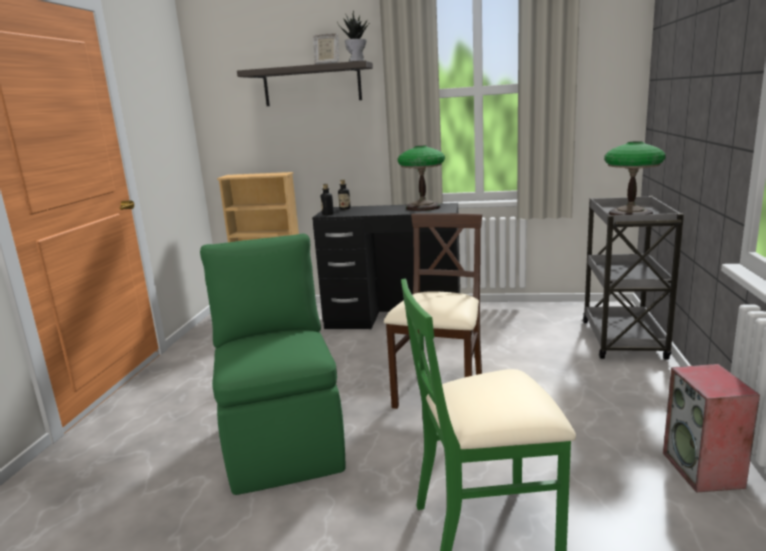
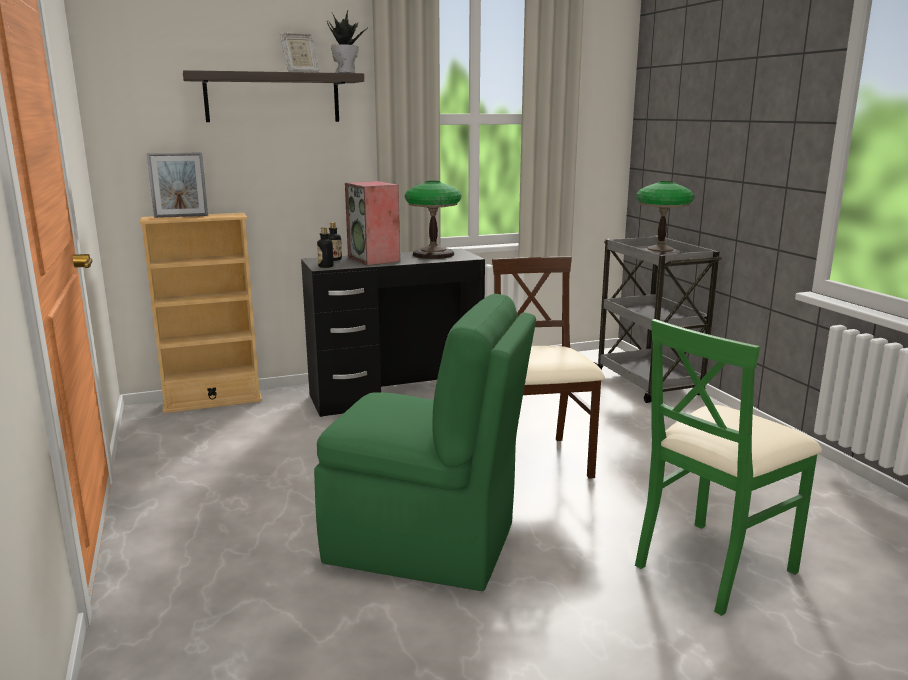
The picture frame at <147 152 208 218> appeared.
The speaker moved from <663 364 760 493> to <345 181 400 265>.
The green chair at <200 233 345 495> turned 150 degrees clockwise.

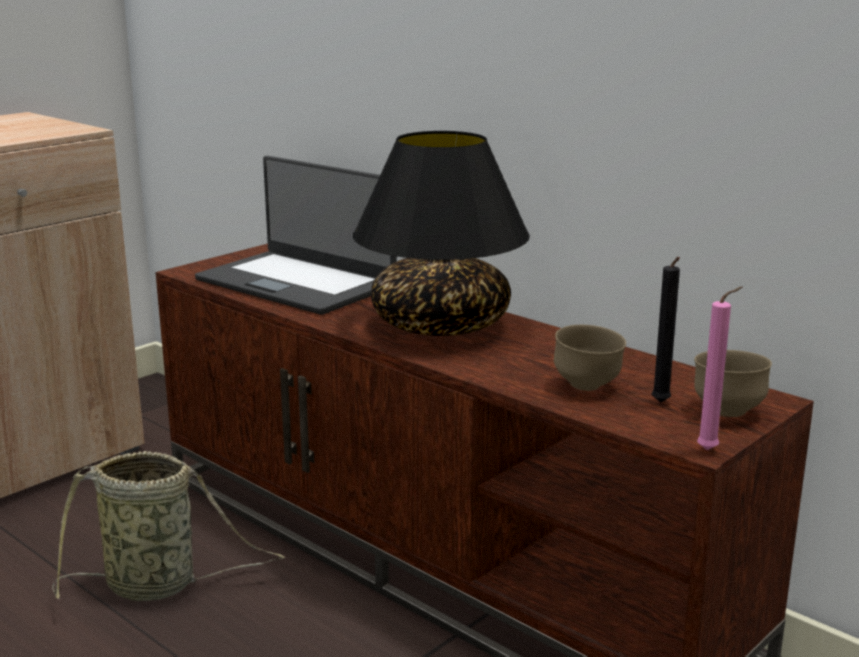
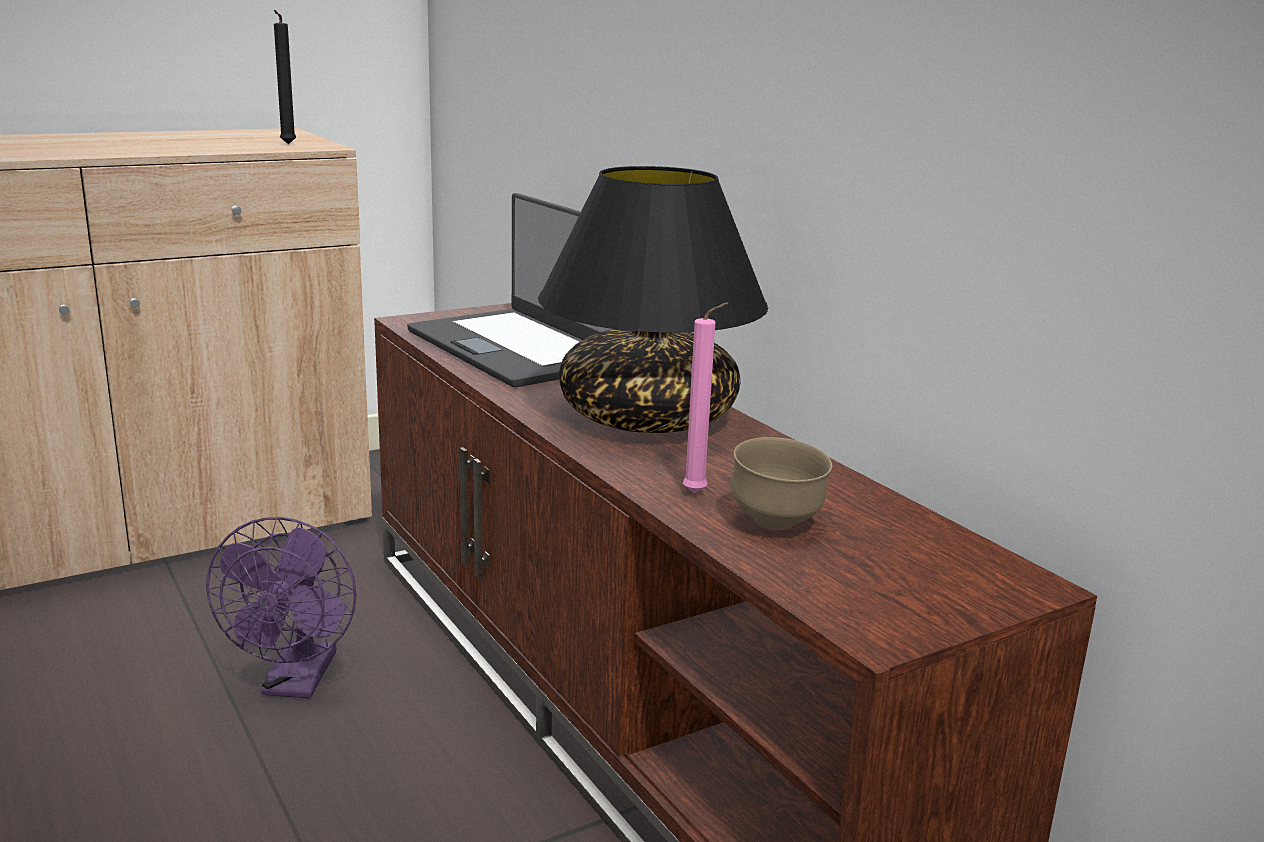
The brown bowl at <694 350 772 417> disappeared.
The black candle moved from <652 257 680 403> to <274 10 296 144>.
The pink candle moved from <697 286 743 450> to <683 303 728 493>.
The basket at <52 451 285 601> was replaced by the purple fan at <206 517 357 698>.

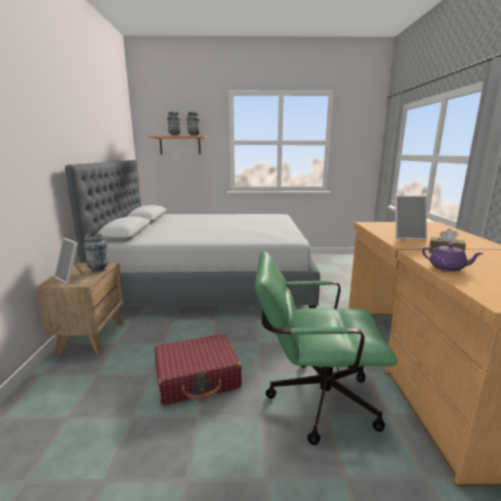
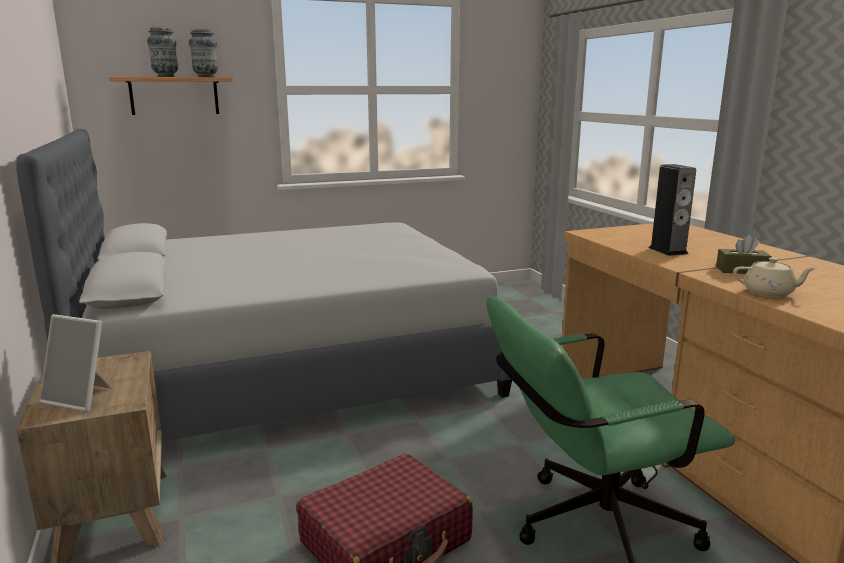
The vase at <83 233 109 272> disappeared.
The picture frame at <395 196 427 240> was replaced by the speaker at <649 164 696 256>.
The purple teapot at <422 243 484 271> became the beige teapot at <733 257 817 297>.

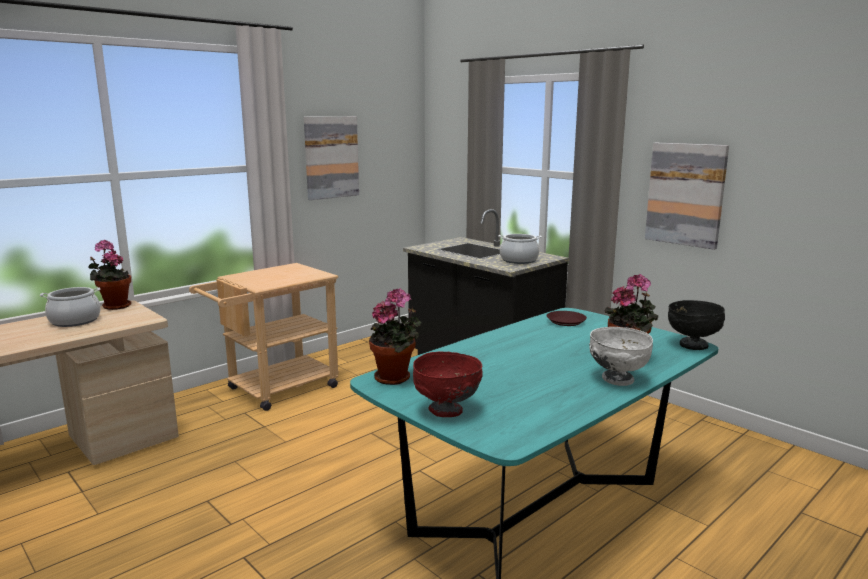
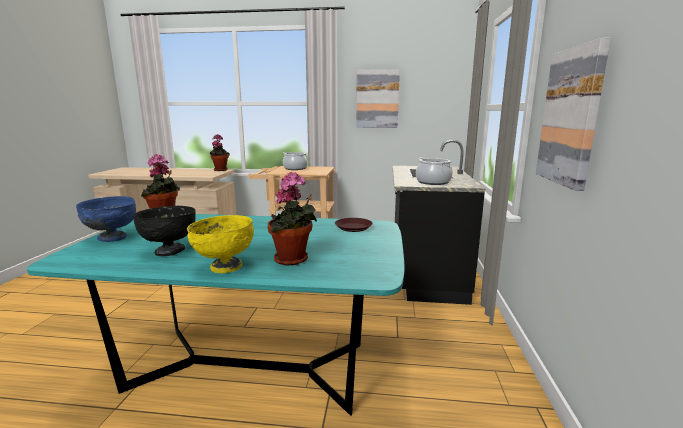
The cooking pot moved from <40 287 101 327> to <283 152 308 170>.
The black bowl moved from <668 300 725 350> to <133 206 196 256>.
The red bowl at <413 352 483 417> became the blue bowl at <76 196 136 242>.
The white bowl at <589 327 653 386> became the yellow bowl at <187 215 254 273>.

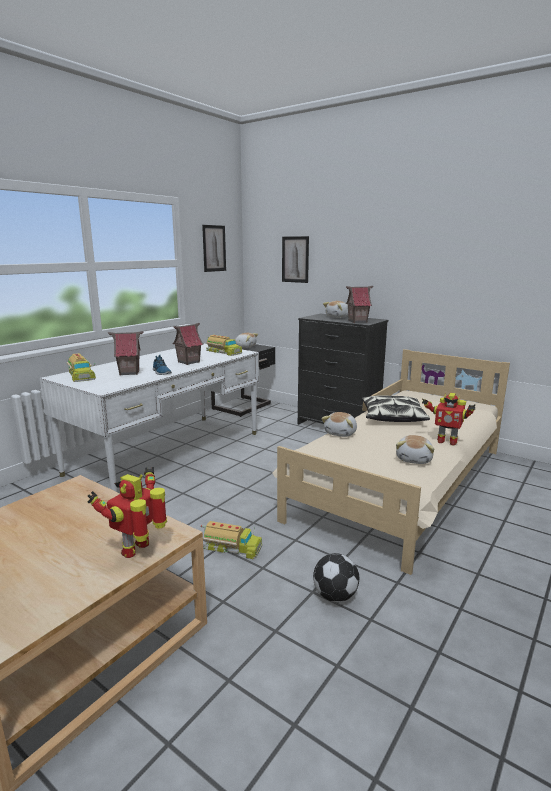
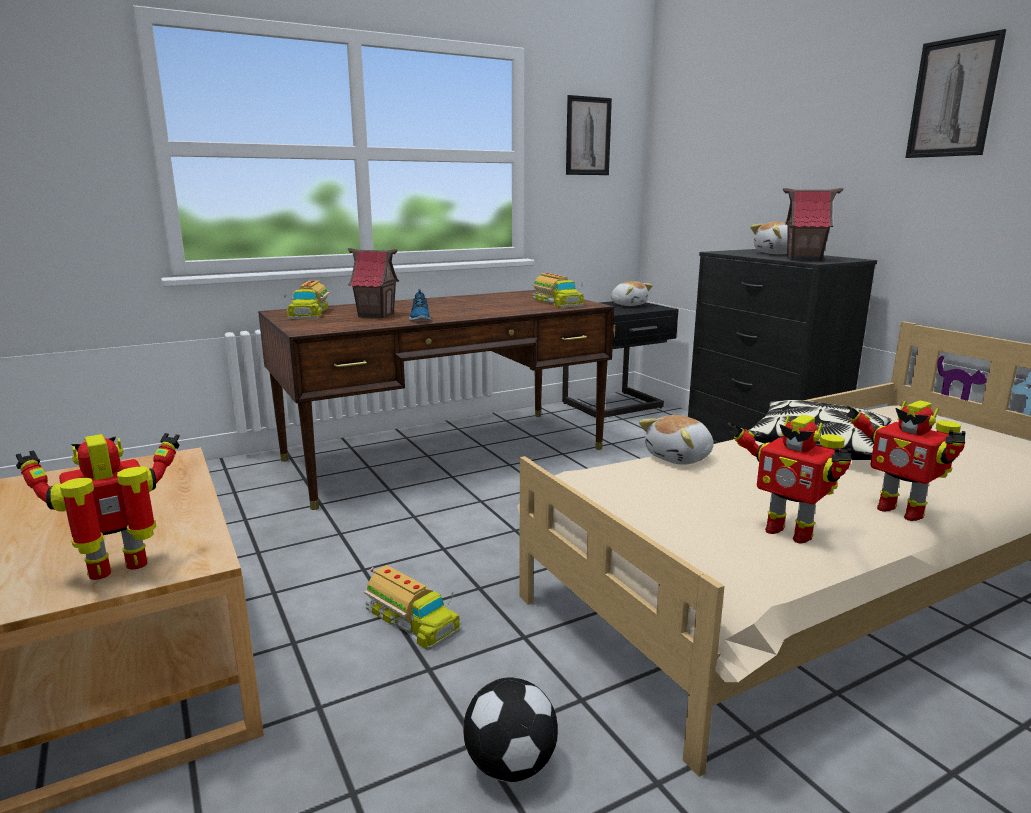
The toy house at <172 323 203 365> disappeared.
The picture moved from <282 236 309 283> to <905 29 1006 158>.
The plush toy at <396 435 434 464> was replaced by the toy robot at <730 415 851 543>.
The white desk at <40 343 259 492> became the brown desk at <258 290 614 510>.

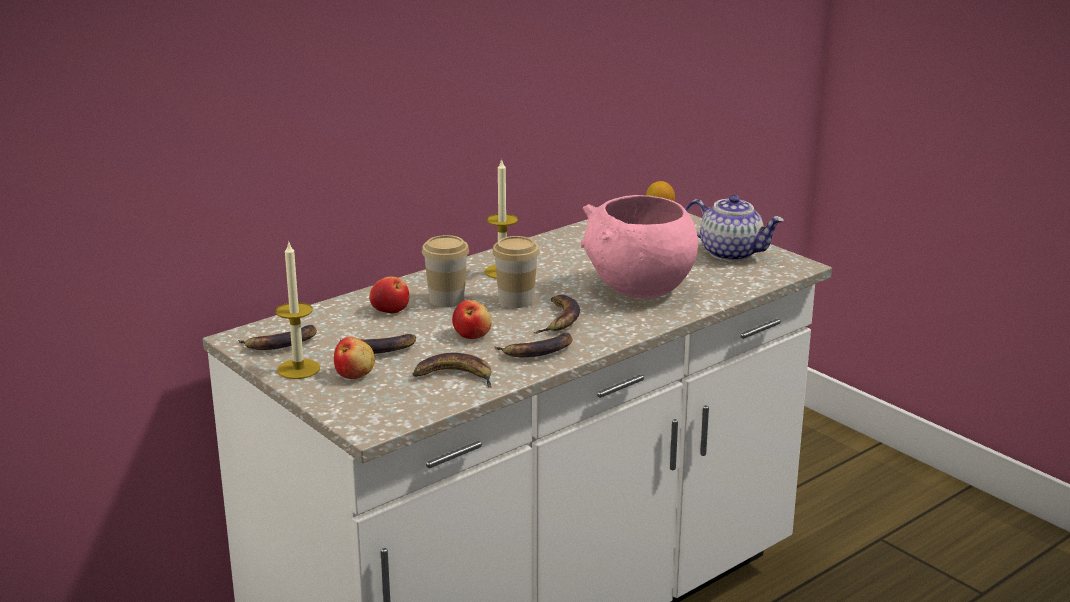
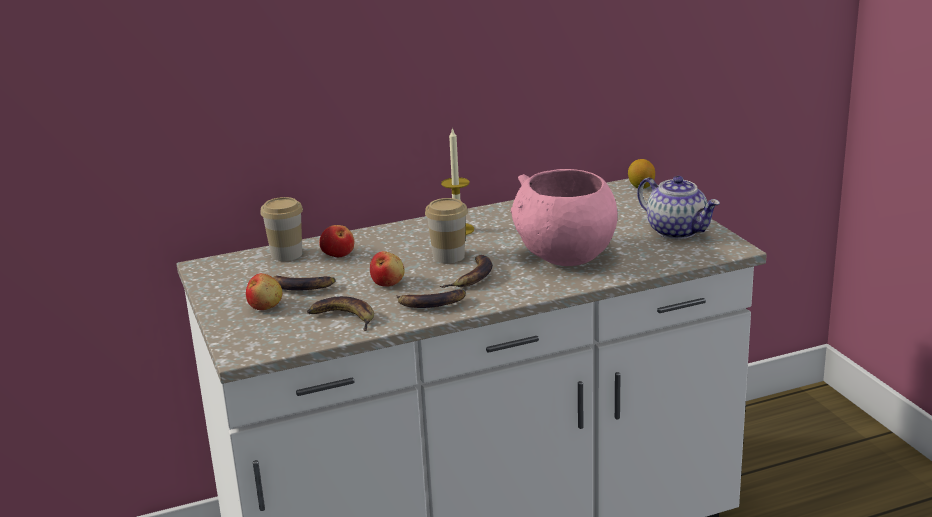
The banana at <238 325 317 350> disappeared.
The candle at <276 240 320 379> disappeared.
The cup moved from <422 235 469 307> to <260 197 303 261>.

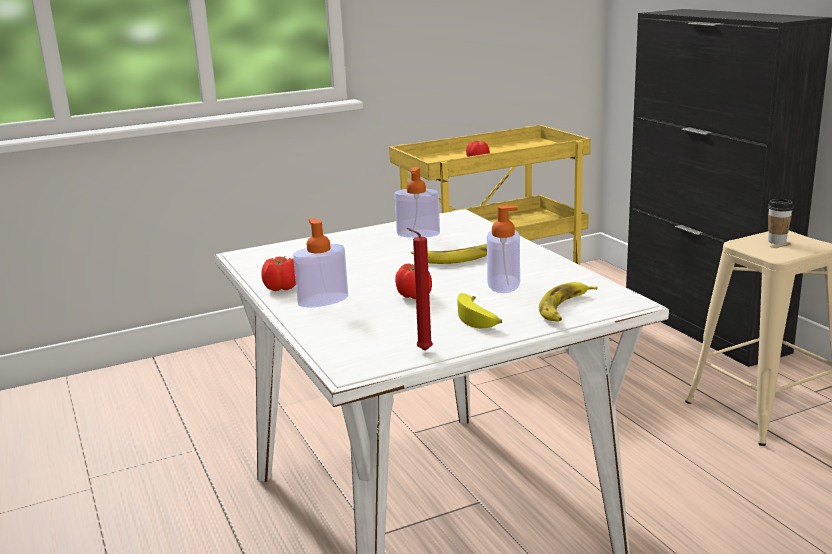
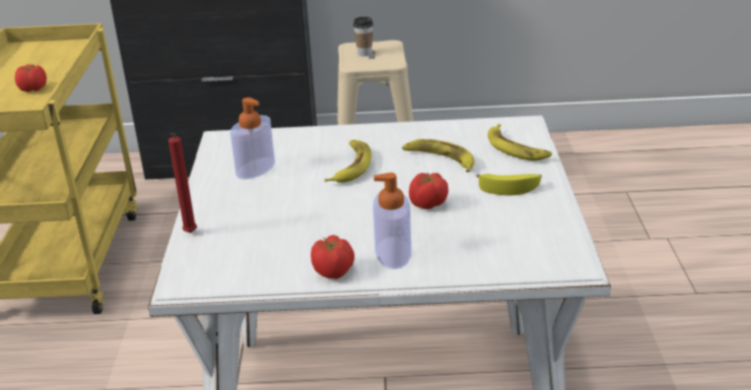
The red candle moved from <407 228 433 351> to <168 133 197 233>.
The soap dispenser at <487 205 520 293> was replaced by the banana at <402 139 475 172>.

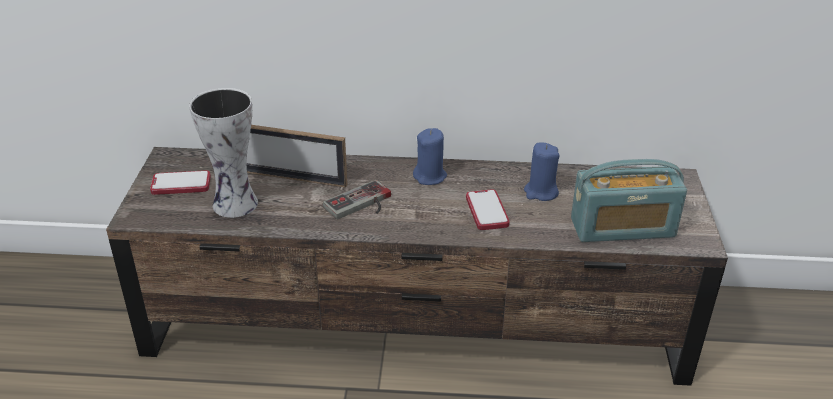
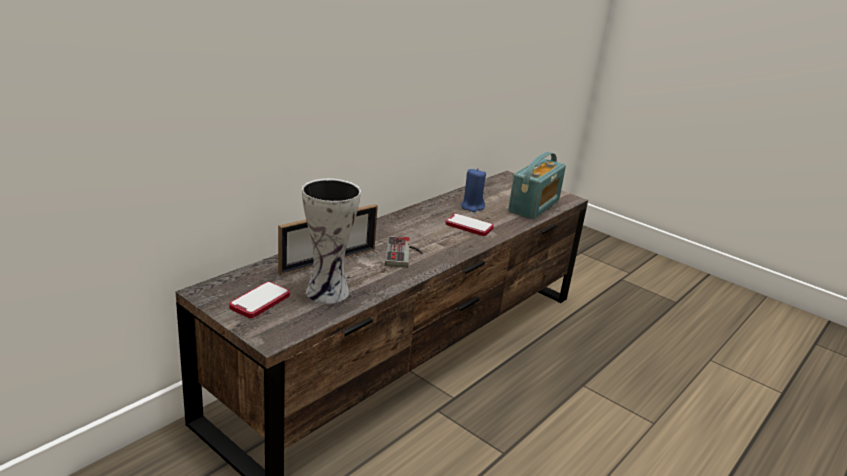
The blue candle at <413 128 447 185> disappeared.

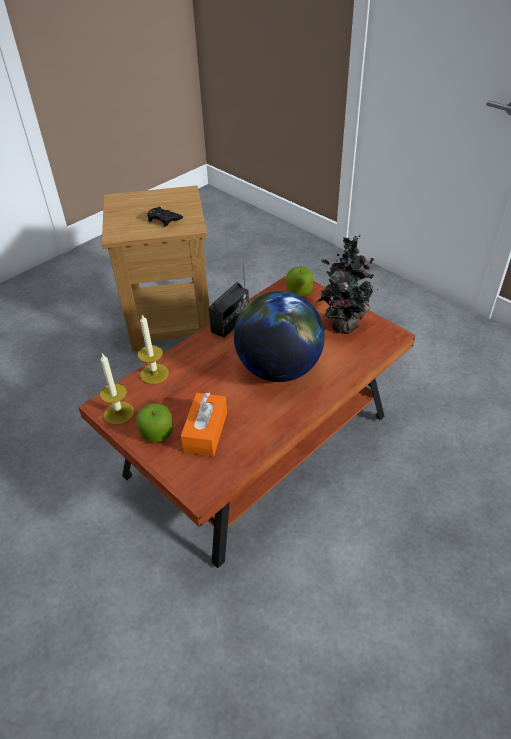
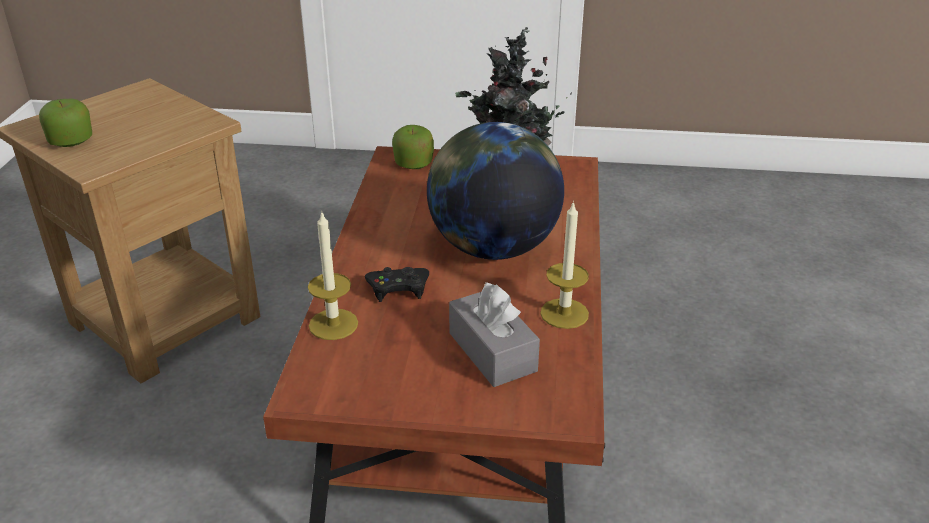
The radio at <209 260 249 338> disappeared.
The candle moved from <100 353 135 425> to <540 201 589 329>.
The apple moved from <136 404 172 442> to <39 99 92 147>.
The black game controller moved from <147 207 183 227> to <365 267 429 302>.
The orange tissue box at <181 393 227 456> became the grey tissue box at <449 282 540 387>.

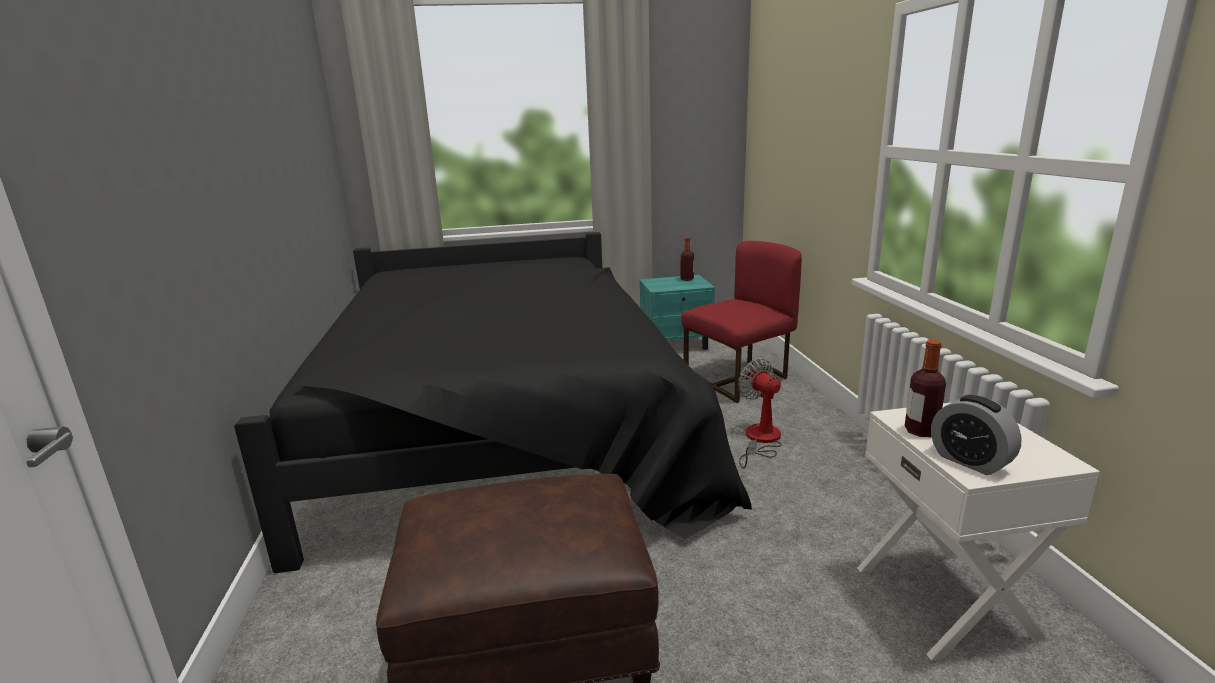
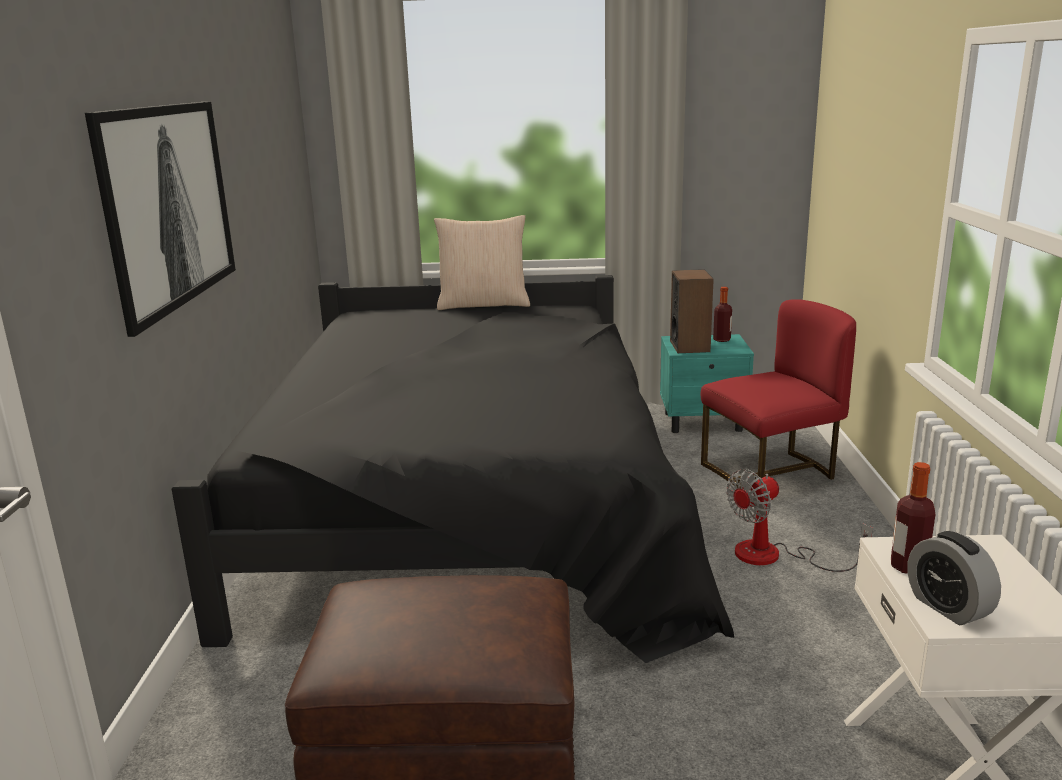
The picture at <85 101 236 337> appeared.
The beige pillow at <434 215 530 310> appeared.
The speaker at <670 269 714 353> appeared.
The fan at <738 358 782 469> turned 105 degrees counterclockwise.

